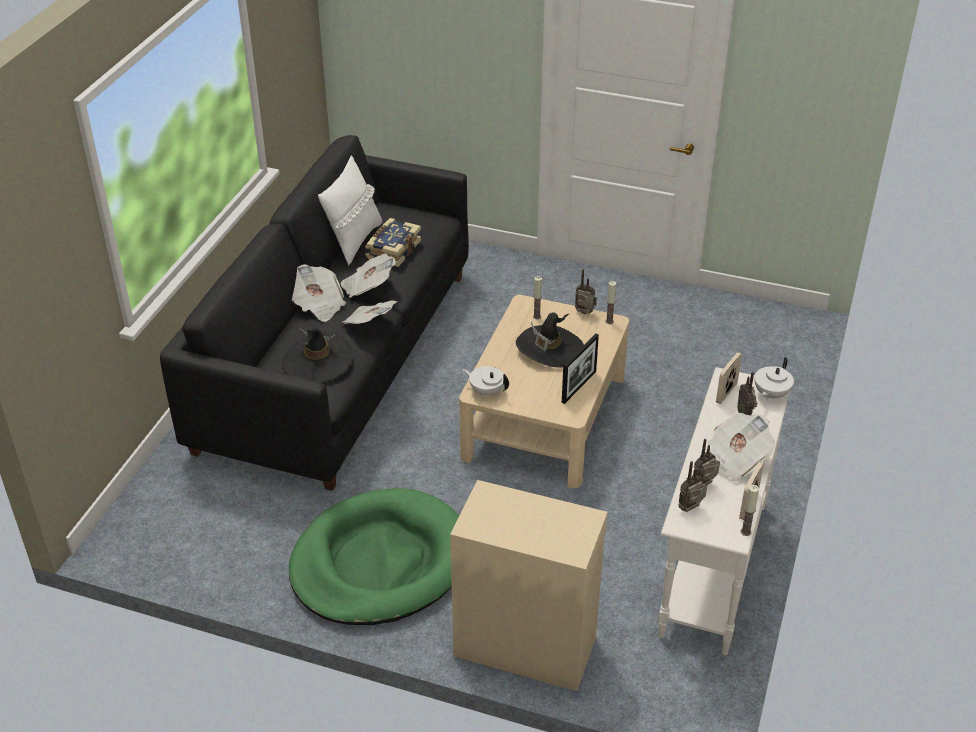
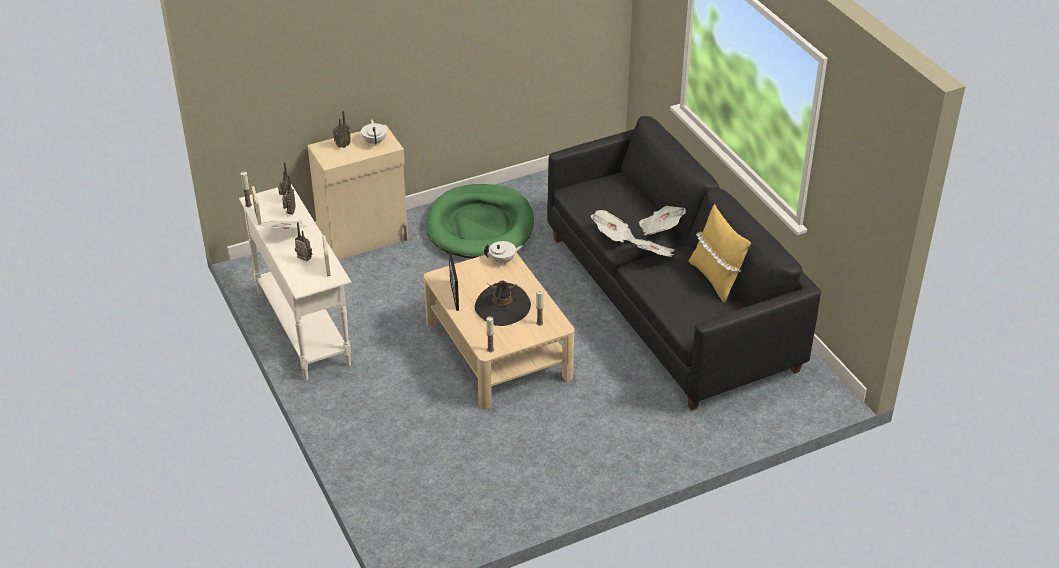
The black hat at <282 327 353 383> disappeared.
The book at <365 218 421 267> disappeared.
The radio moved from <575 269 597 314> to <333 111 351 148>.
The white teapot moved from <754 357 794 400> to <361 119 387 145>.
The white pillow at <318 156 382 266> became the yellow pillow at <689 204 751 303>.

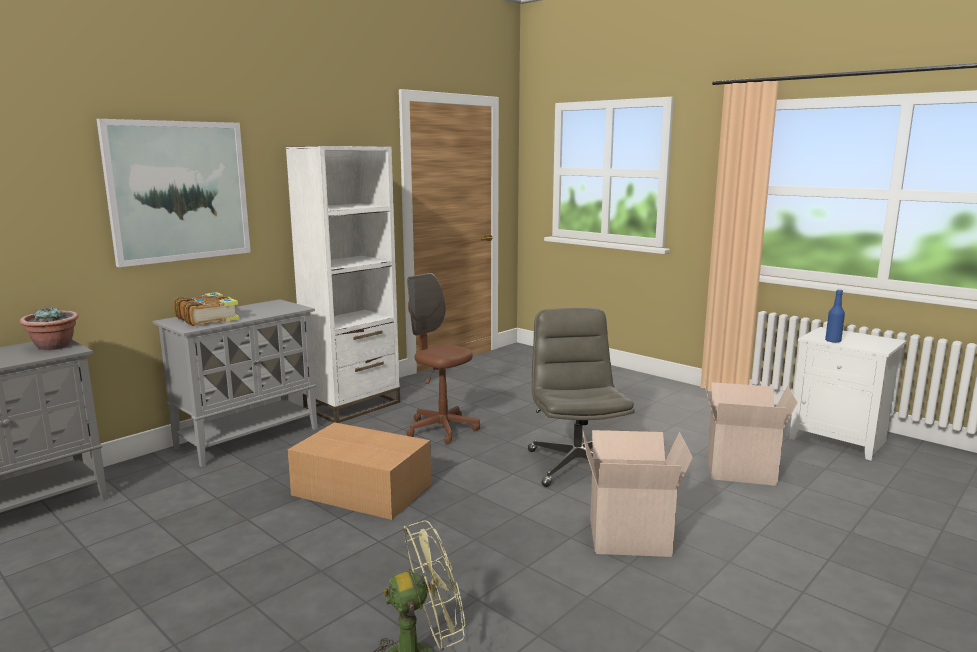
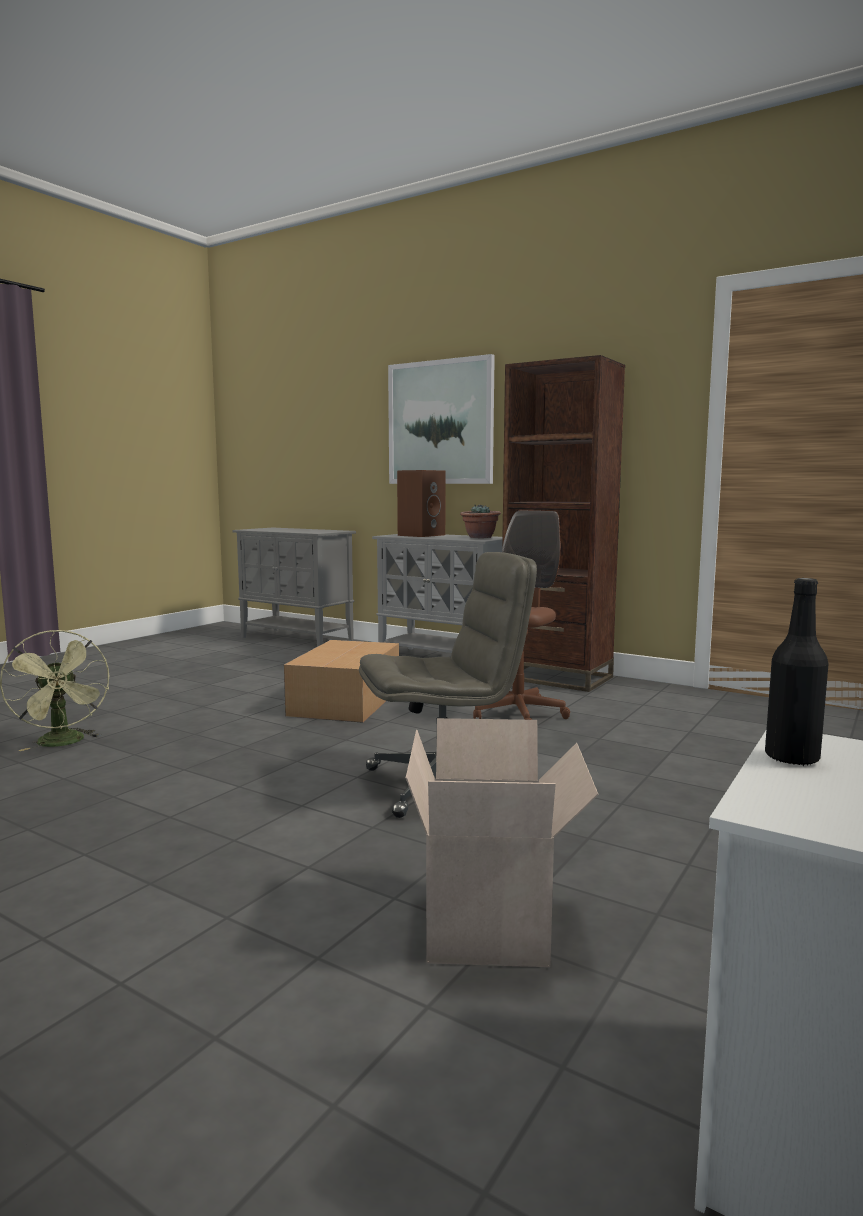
The cardboard box at <582 429 693 557> disappeared.
The potted plant moved from <20 307 79 350> to <460 504 501 538>.
The book at <174 292 239 326> was replaced by the brown speaker at <397 470 446 537>.
The white bookcase at <286 146 400 423> became the brown bookcase at <502 355 625 692>.
The blue bottle at <825 290 845 343> became the black bottle at <765 578 829 766>.

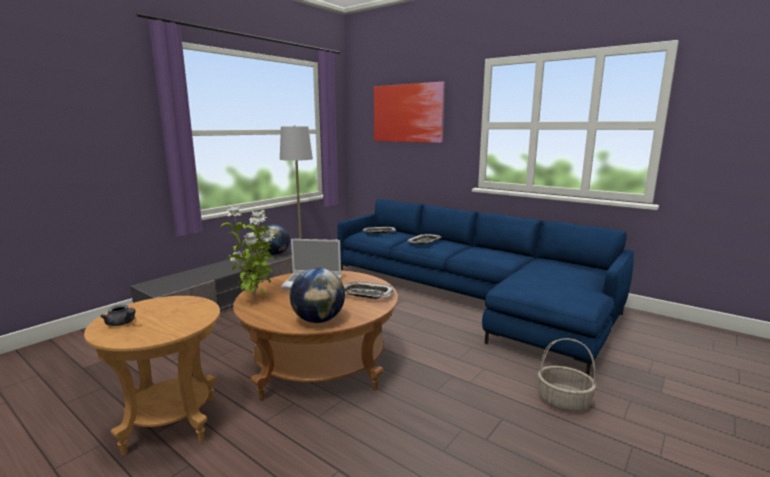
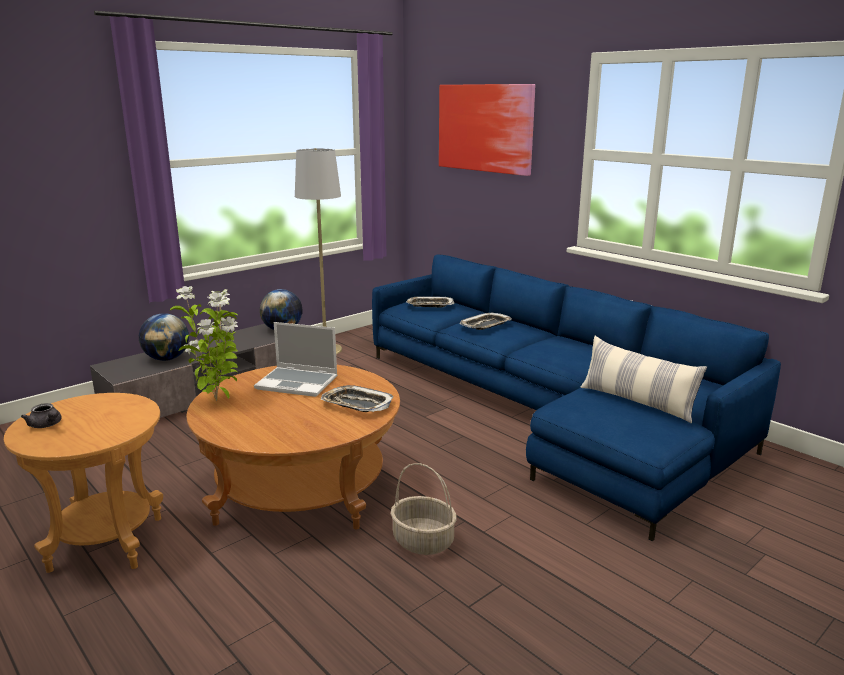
The pillow at <580 336 707 423> appeared.
The globe moved from <290 268 345 323> to <139 313 189 361>.
The basket moved from <538 338 596 412> to <391 463 457 555>.

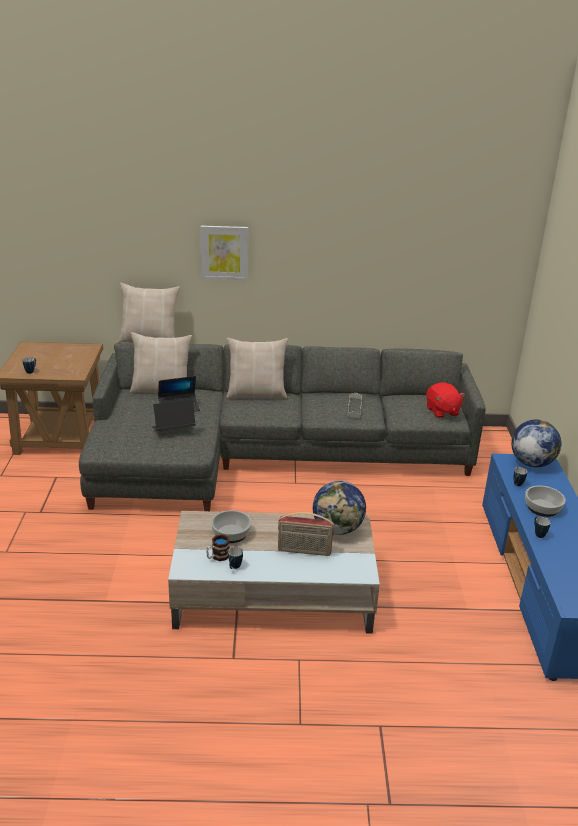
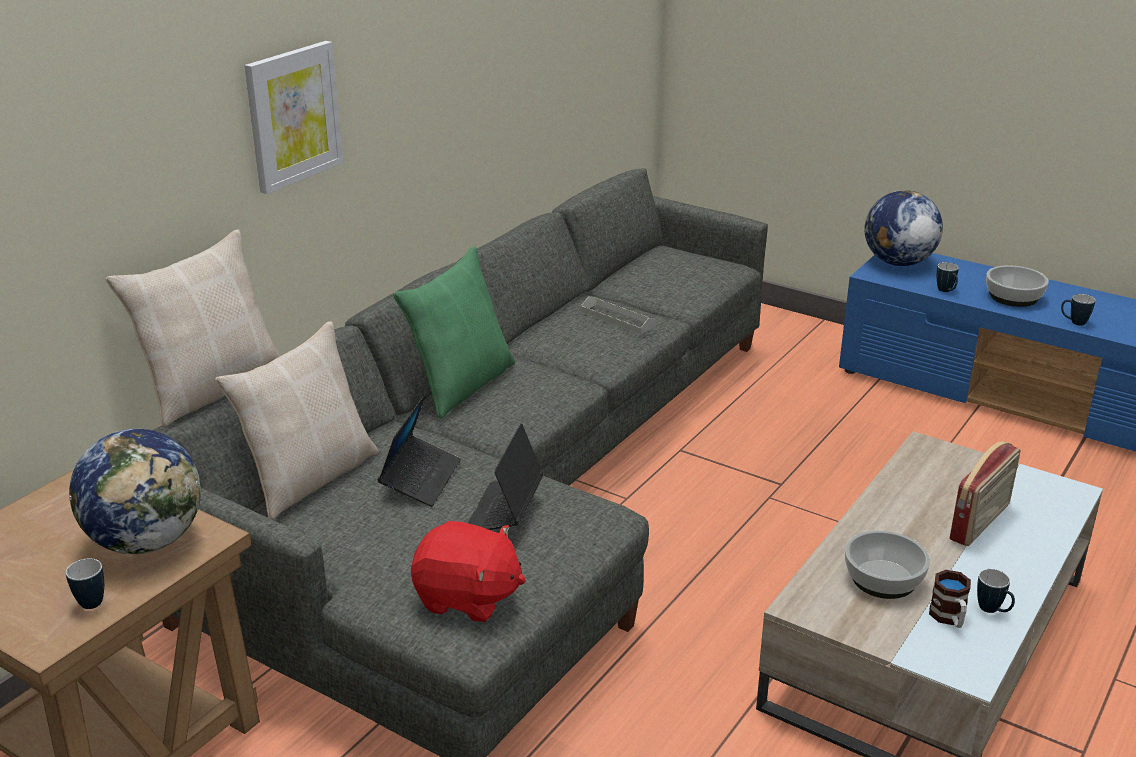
The globe moved from <313 481 366 535> to <69 429 201 554>.
The red plush toy moved from <426 382 465 418> to <411 521 526 622>.
The beige pillow at <226 338 288 399> became the green pillow at <393 246 515 418>.

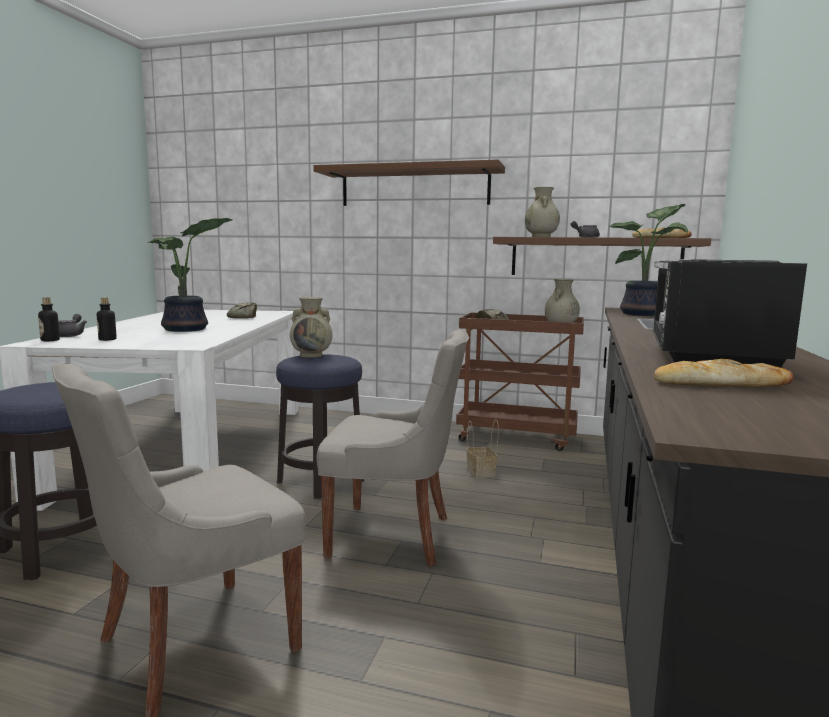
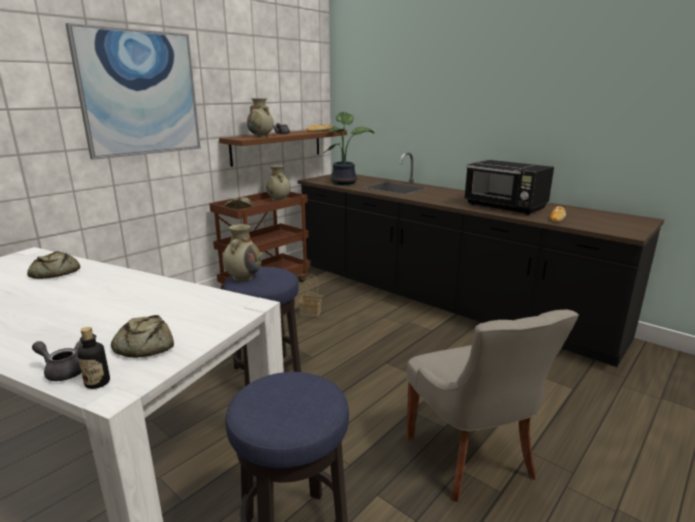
The potted plant at <149 218 233 332> disappeared.
The grey chair at <316 330 469 566> disappeared.
The bottle at <97 297 117 341> was replaced by the bread at <111 315 174 358>.
The brown shelf at <313 159 505 206> was replaced by the picture at <65 23 201 160>.

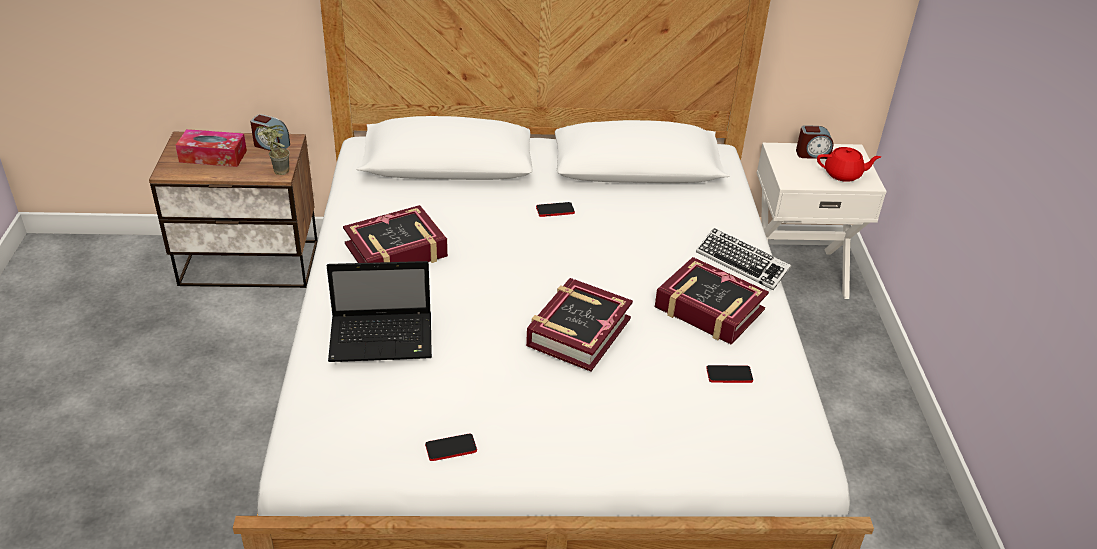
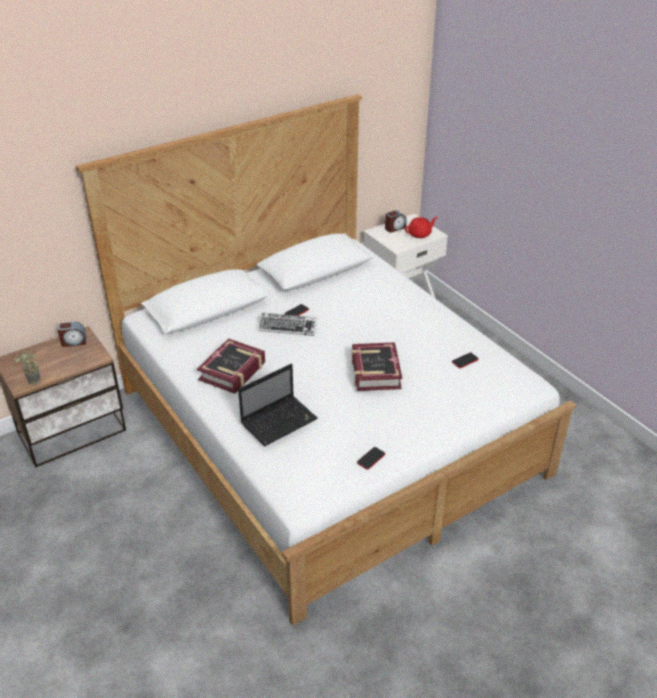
The tissue box at <175 129 247 167> disappeared.
The book at <655 257 769 345> disappeared.
The potted plant moved from <256 125 290 175> to <11 349 40 385>.
The keyboard moved from <696 228 791 290> to <258 313 317 336>.

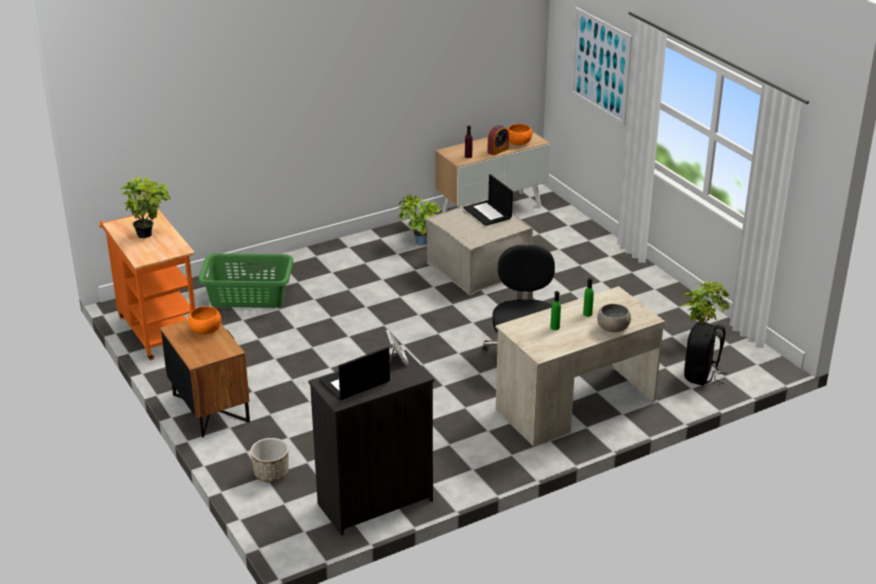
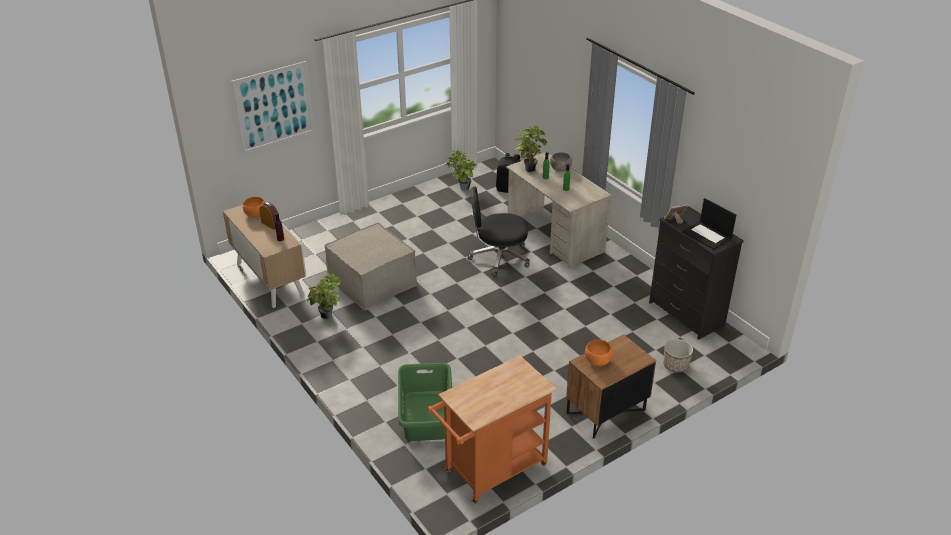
The laptop at <464 174 513 226> disappeared.
The potted plant moved from <120 176 171 238> to <515 125 547 172>.

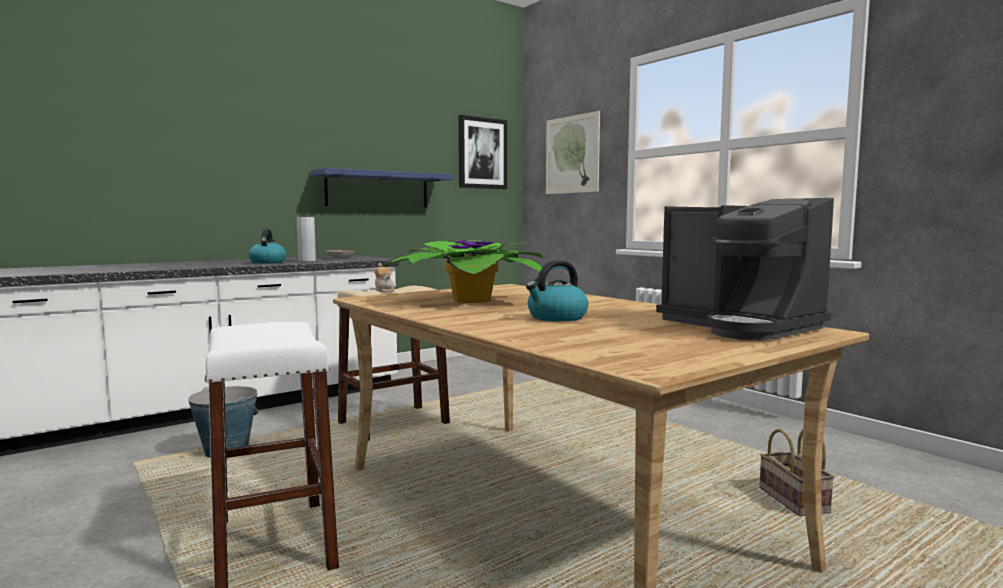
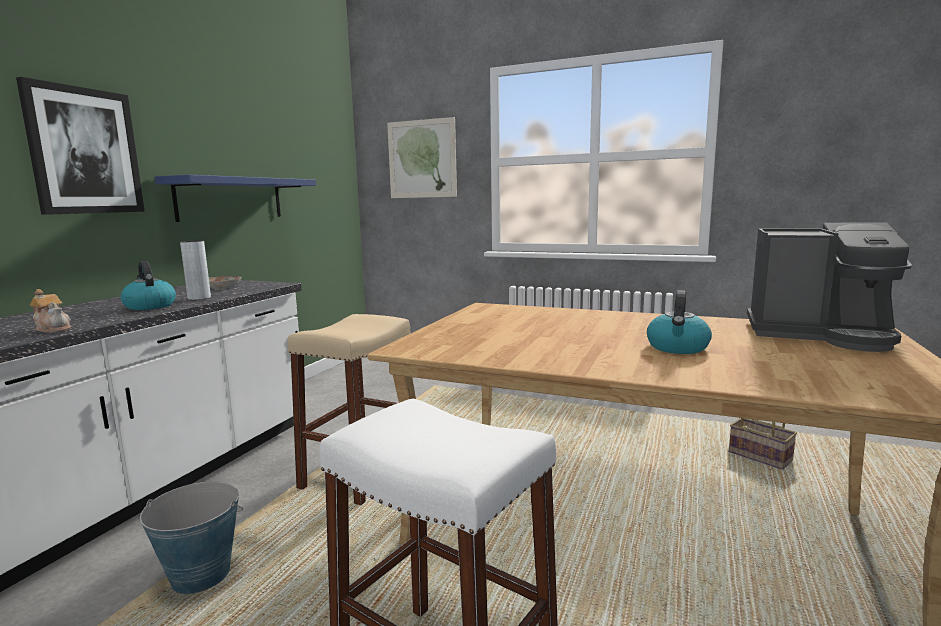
The potted plant at <386 240 543 303> disappeared.
The teapot moved from <374 263 395 292> to <30 289 71 333>.
The picture moved from <459 115 507 189> to <16 77 145 215>.

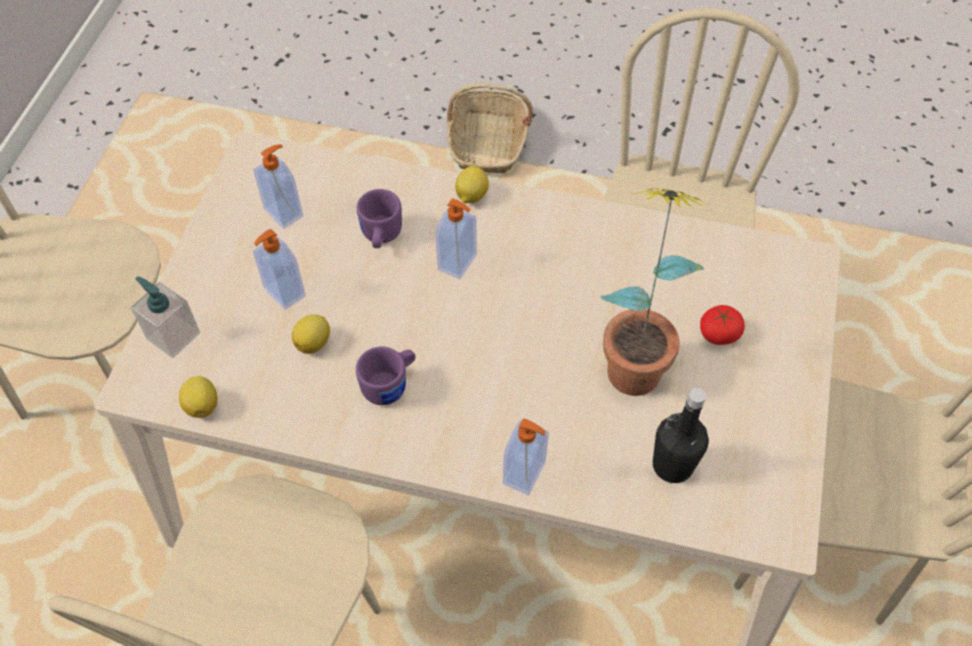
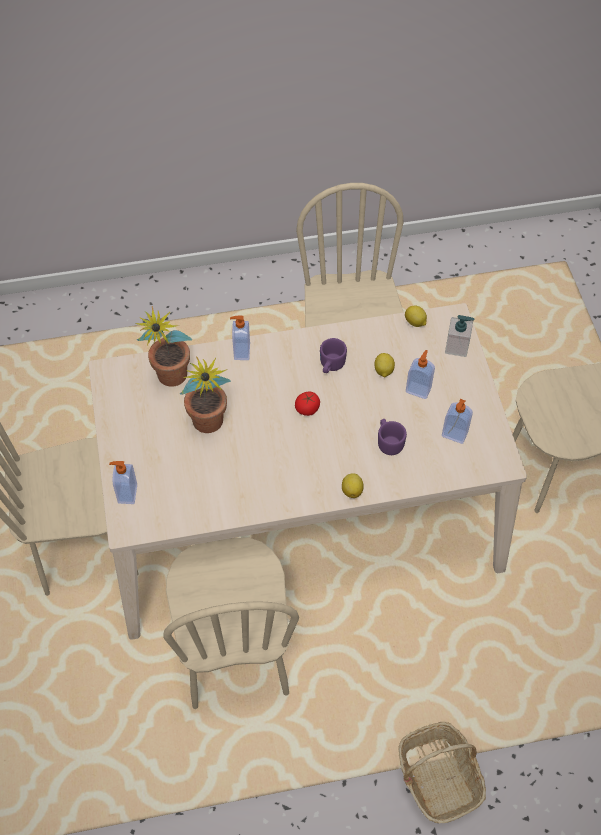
The soap dispenser moved from <435 198 477 279> to <109 461 137 504>.
The tomato moved from <700 305 745 345> to <295 392 320 416>.
The black bottle at <653 388 709 483> was replaced by the potted plant at <135 306 192 387>.

